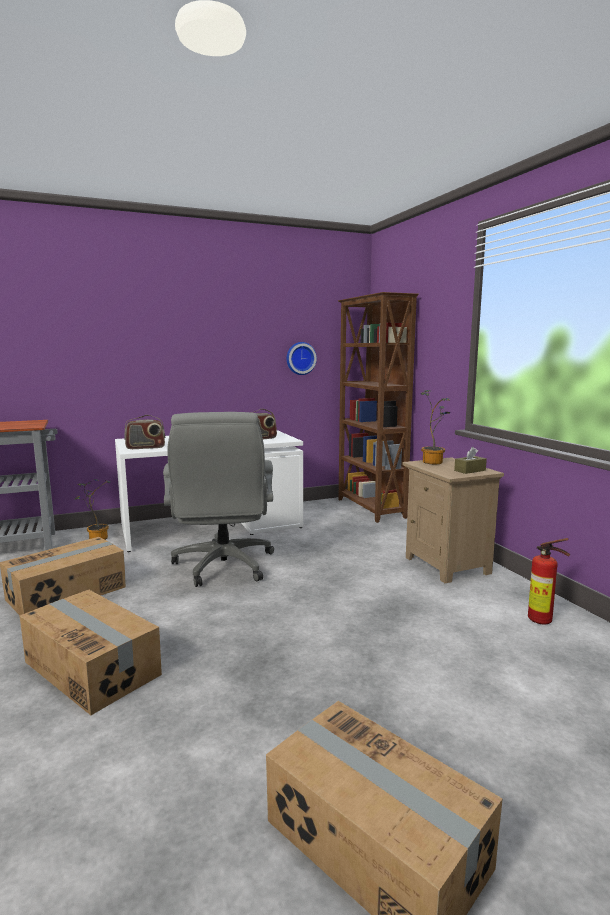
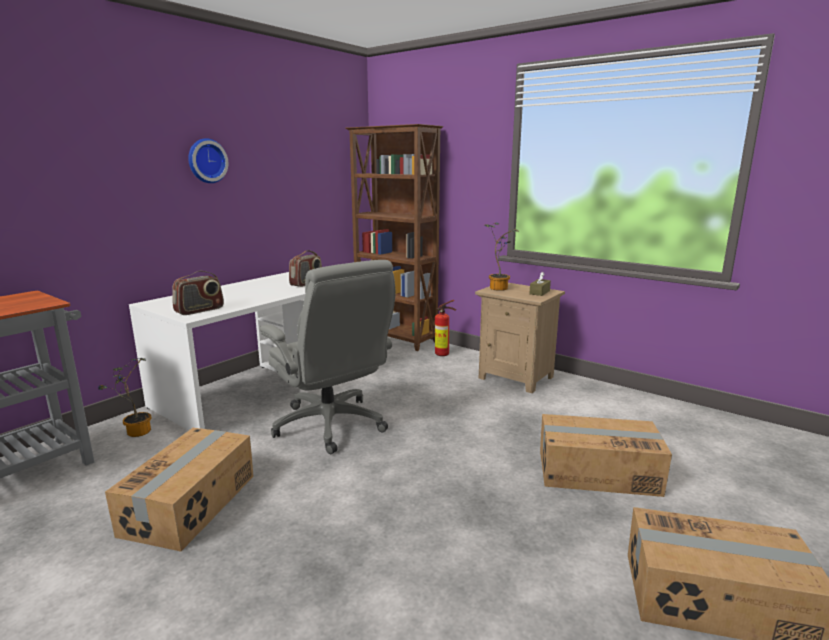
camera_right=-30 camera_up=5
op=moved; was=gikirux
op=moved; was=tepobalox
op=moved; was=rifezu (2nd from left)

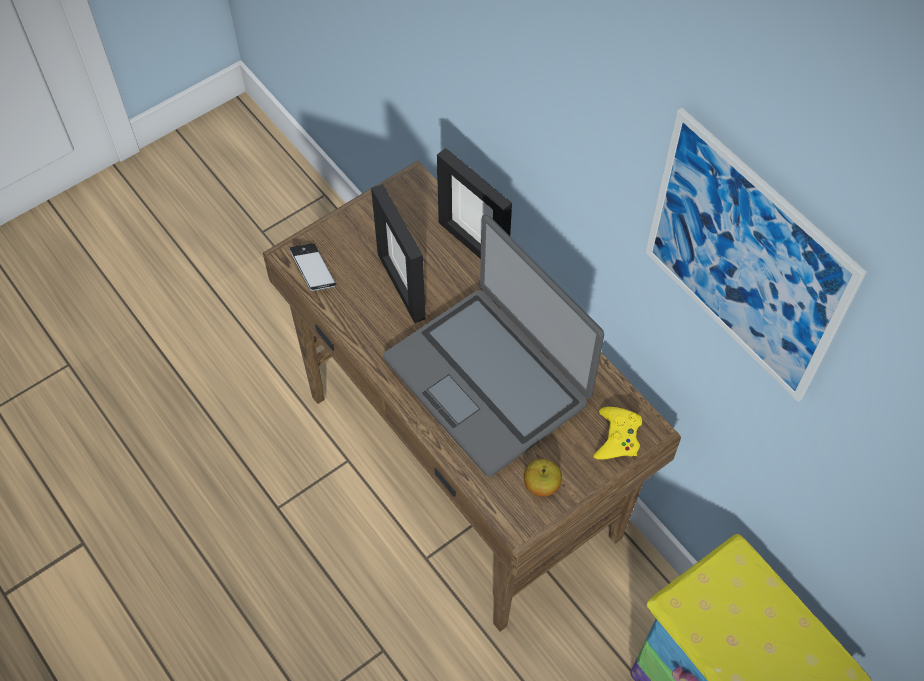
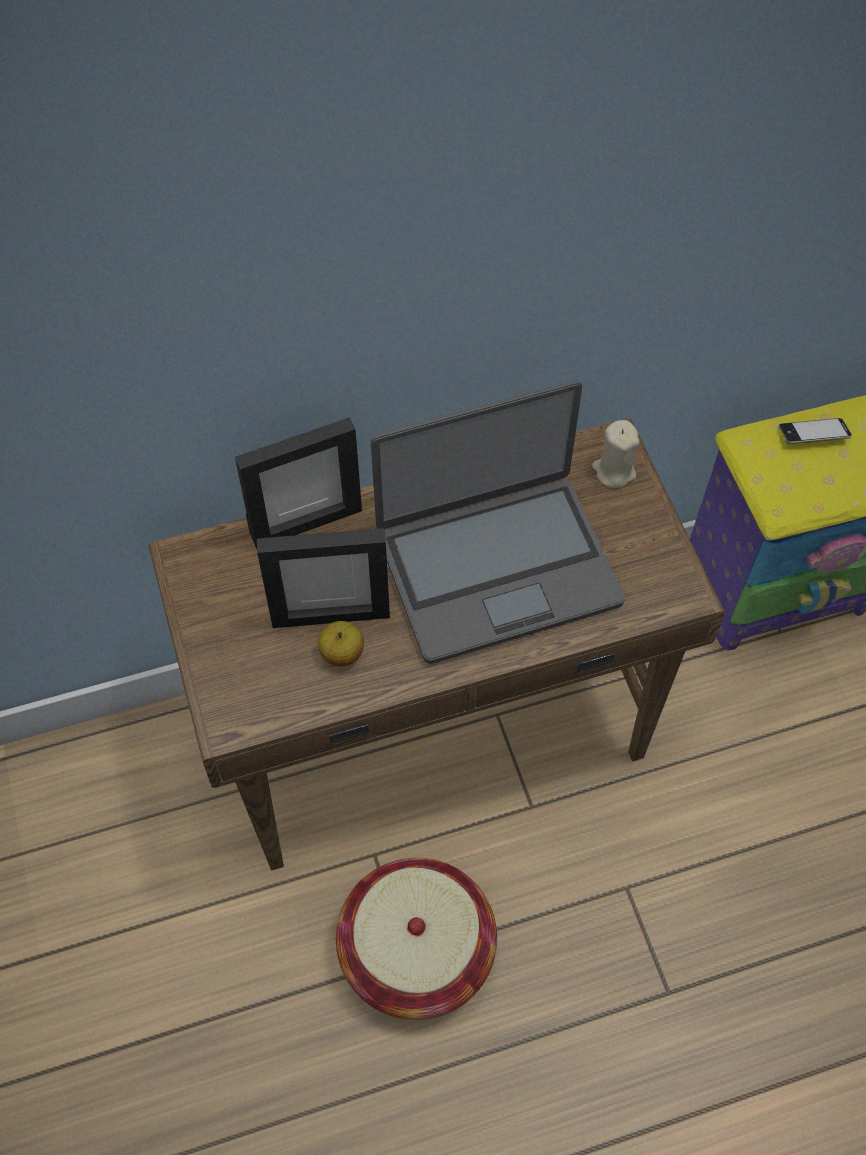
camera_right=-70 camera_up=0
op=moved; was=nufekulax
op=added; now=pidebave
op=replaced; was=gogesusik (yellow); now=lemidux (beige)
op=moved; was=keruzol
op=removed; was=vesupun

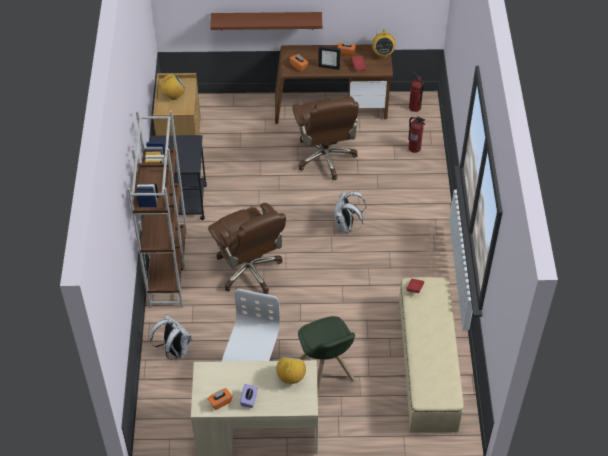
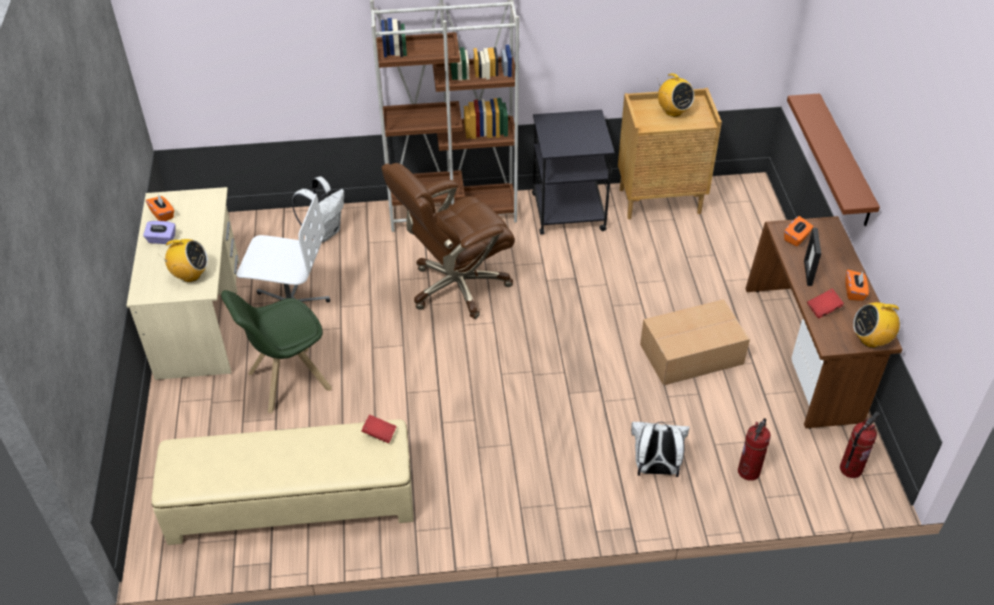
camera_right=85 camera_up=-5
op=moved; was=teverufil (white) (2nd from left)
op=replaced; was=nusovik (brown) (2nd from left); now=rifezu

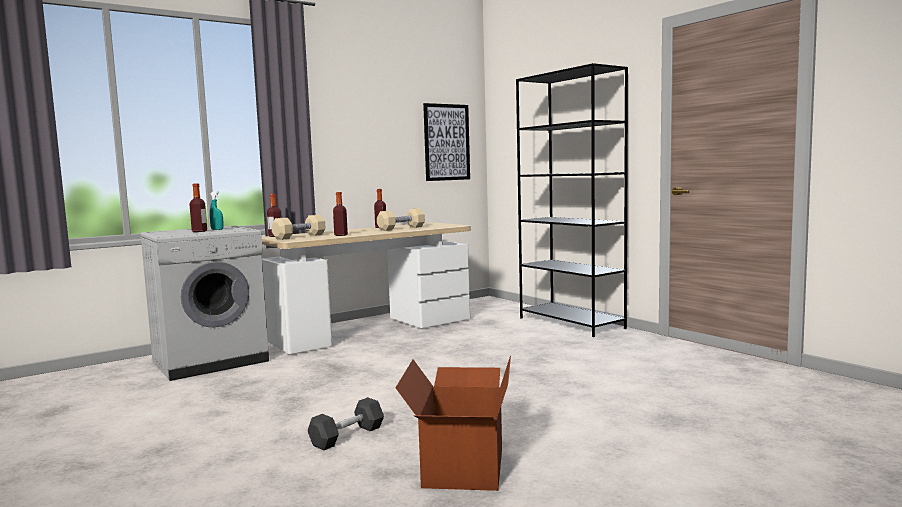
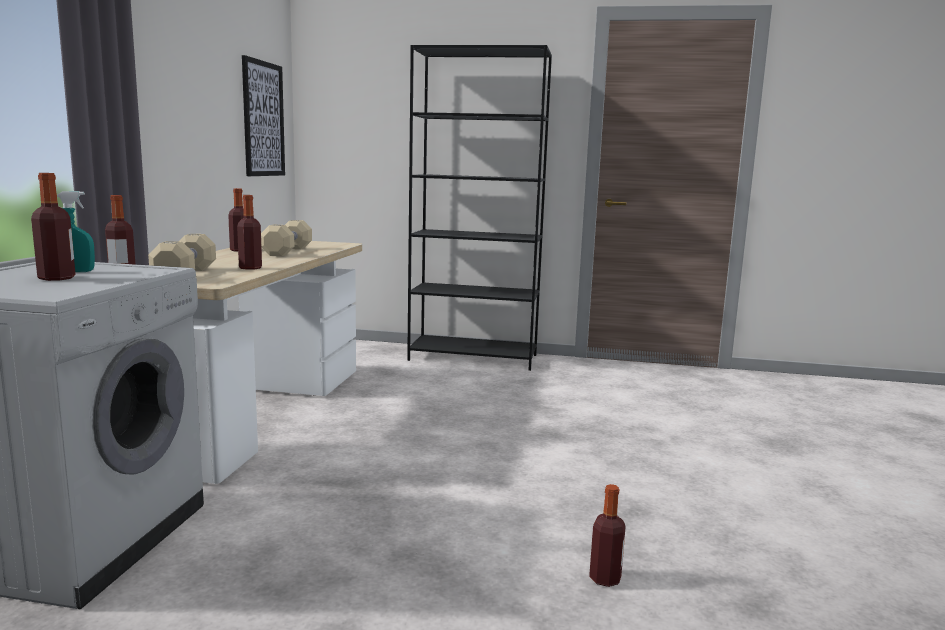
camera_right=-45 camera_up=5
op=replaced; was=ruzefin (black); now=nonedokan (5th from left)
op=removed; was=rifezu

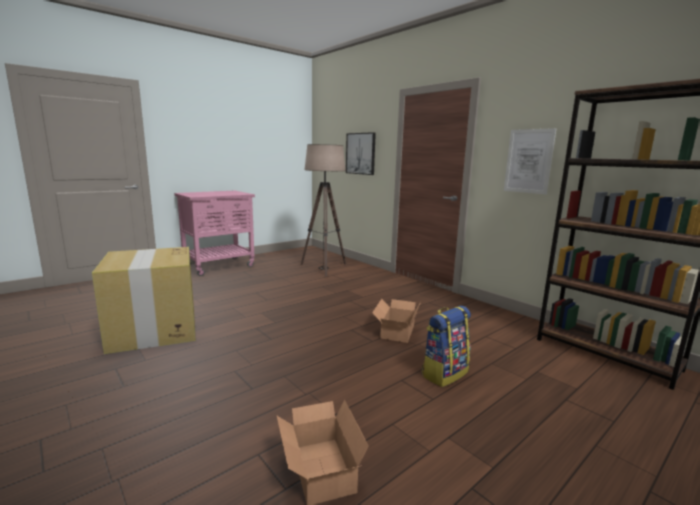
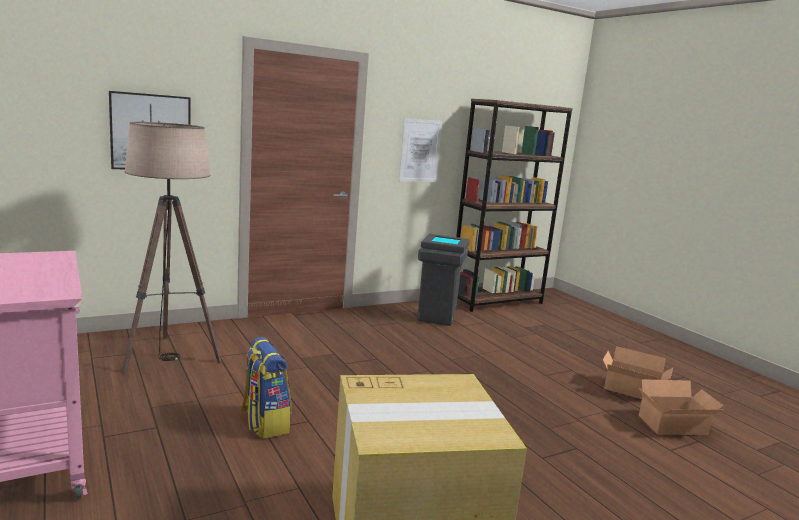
camera_right=-80 camera_up=0
op=moved; was=teverufil
op=added; now=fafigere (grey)
op=moved; was=rifezu (3rd from left in the first image); now=rifezu (2nd from left)

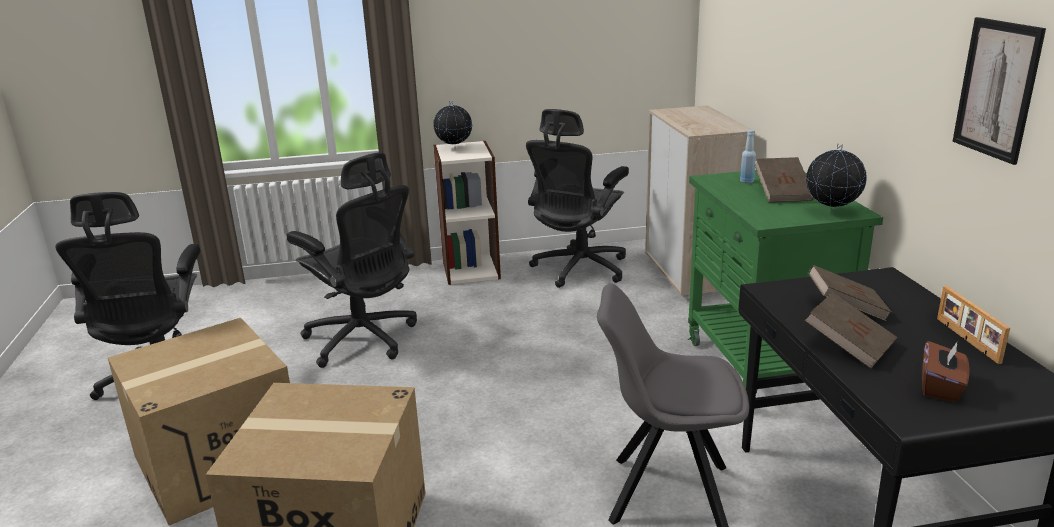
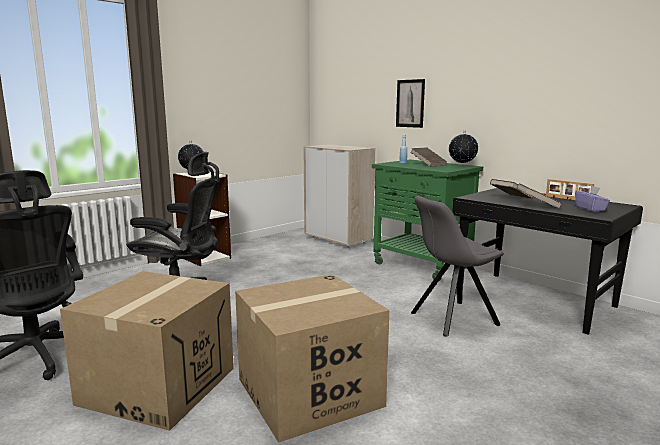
camera_right=-35 camera_up=-10
op=moved; was=vesupun
op=recoloured; was=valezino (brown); now=valezino (purple)
op=removed; was=nusovik (3rd from left)

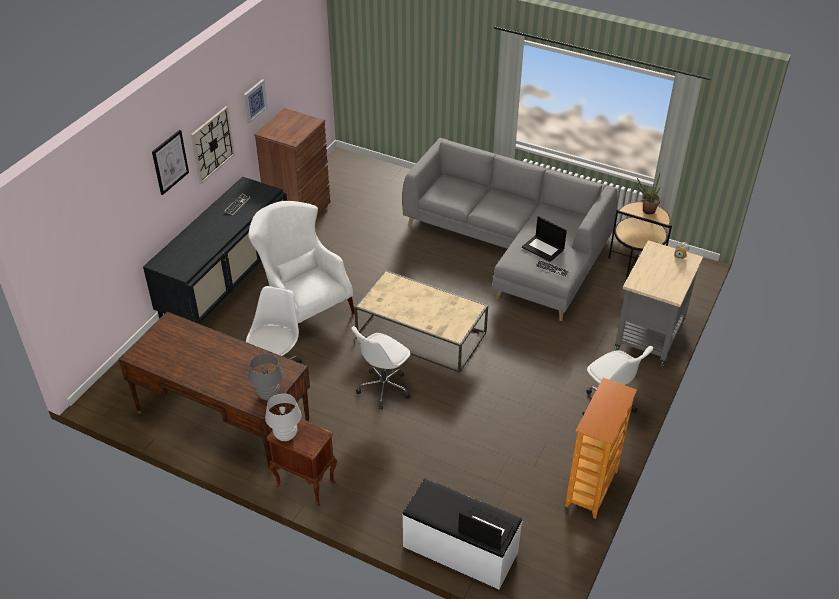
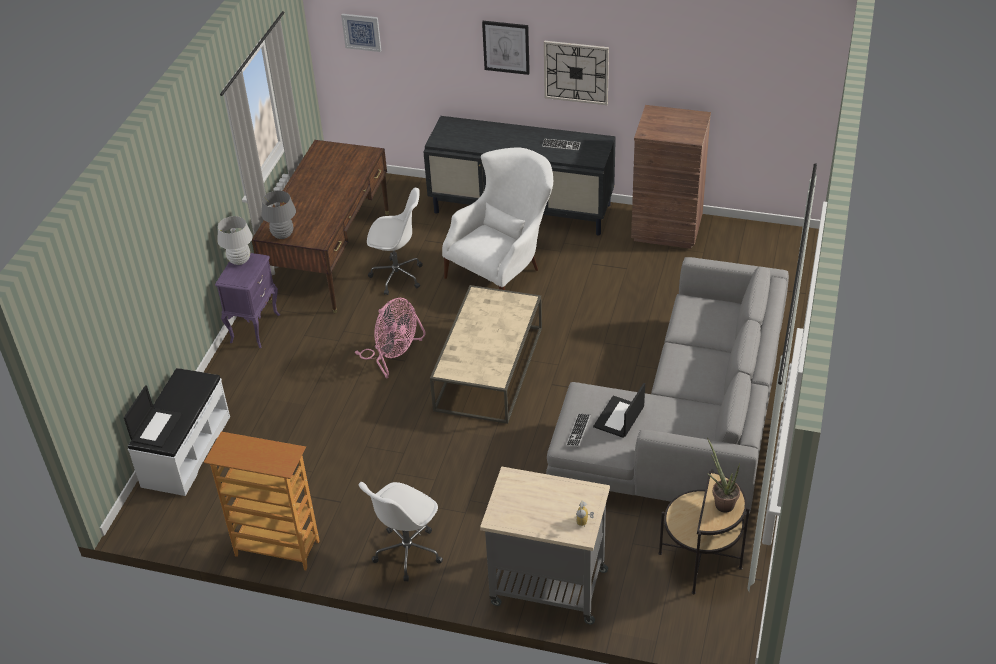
camera_right=80 camera_up=0
op=recoloured; was=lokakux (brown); now=lokakux (purple)
op=moved; was=vesupun (2nd from left in the first image); now=vesupun (1st from left)
op=replaced; was=nusovik (white) (2nd from left); now=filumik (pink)

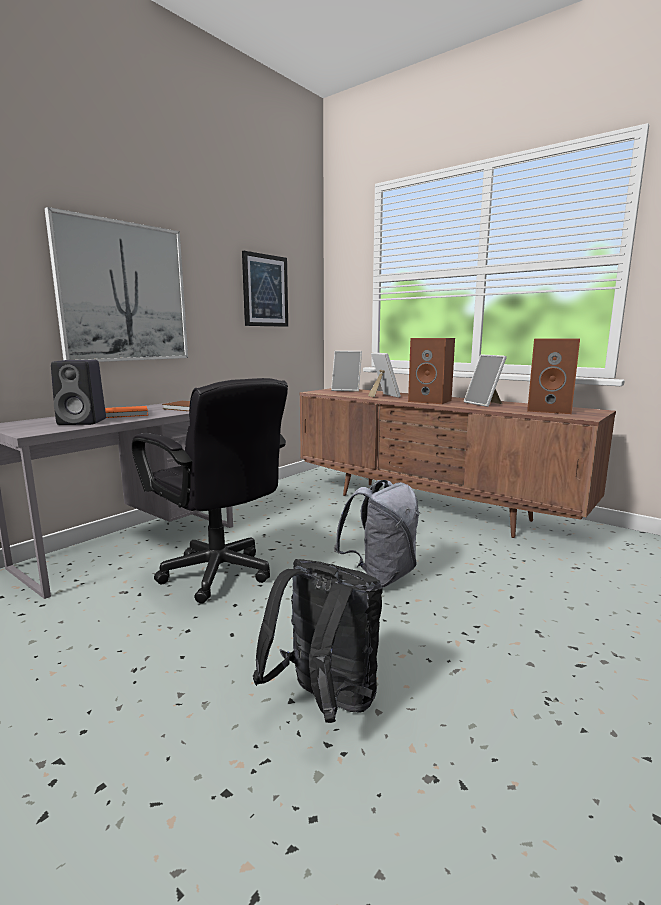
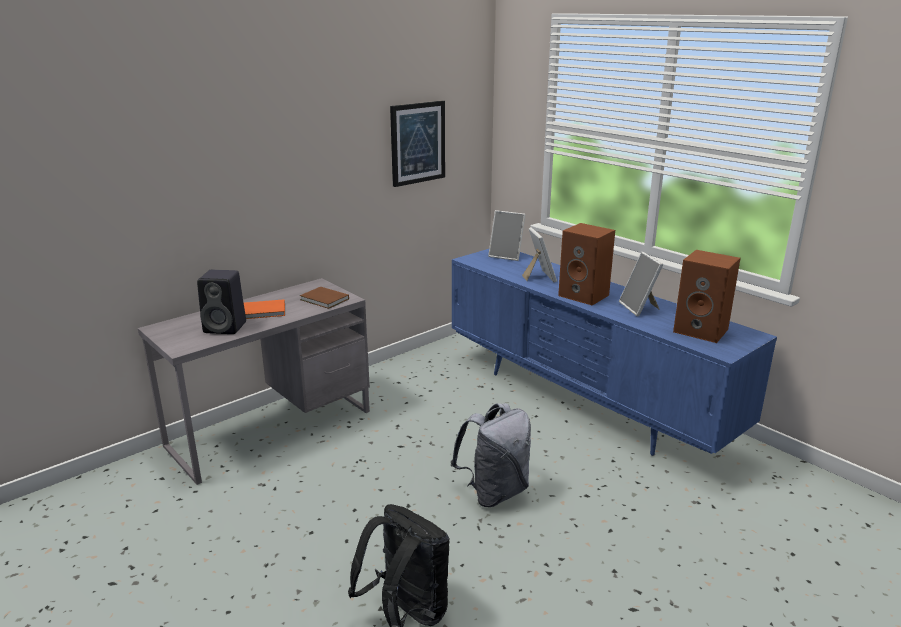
camera_right=10 camera_up=10
op=recoloured; was=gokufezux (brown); now=gokufezux (blue)
op=removed; was=vesupun (1st from left)
op=removed; was=nusovik (black)

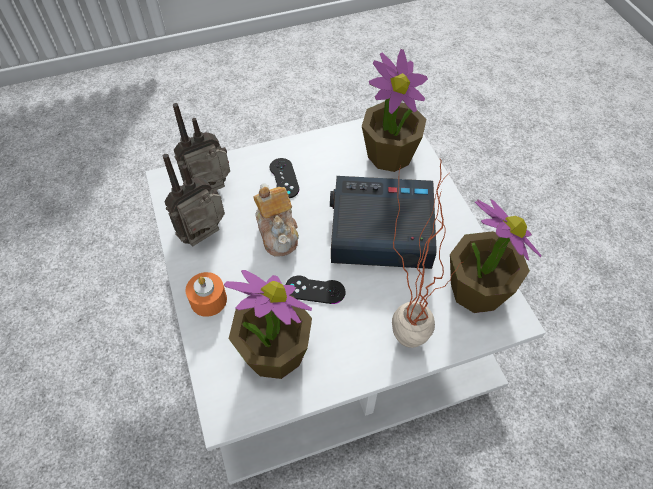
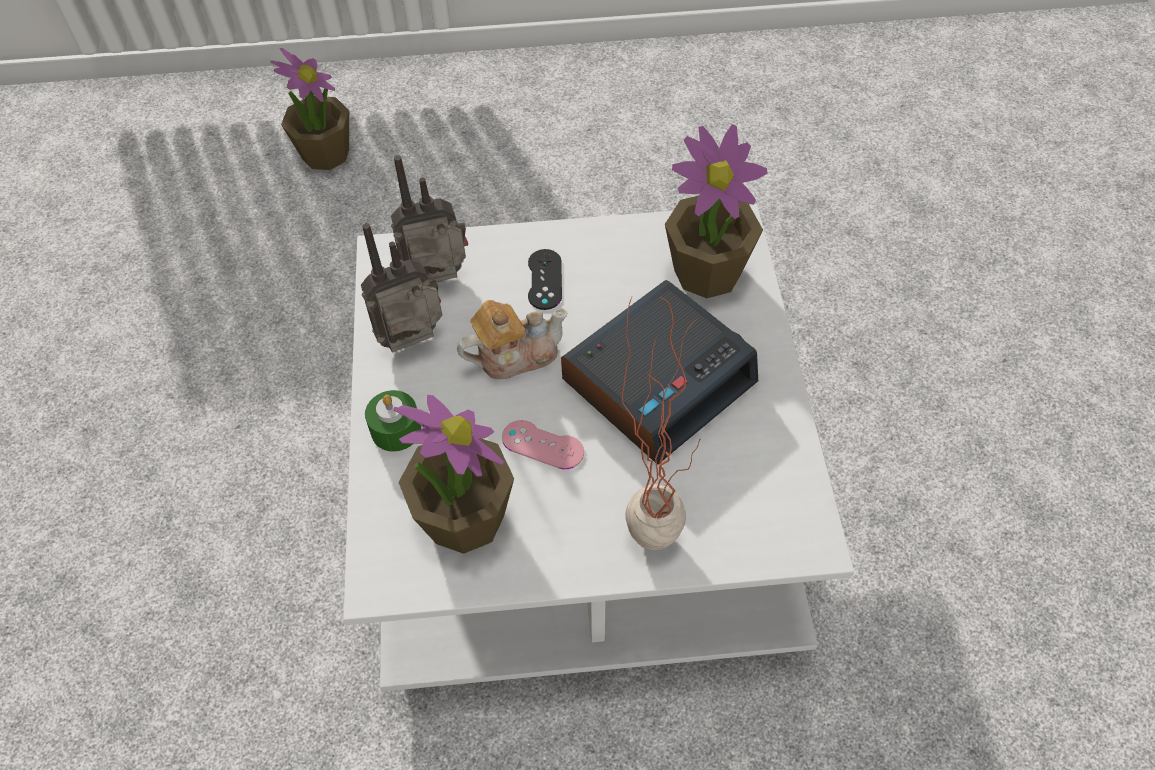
camera_right=15 camera_up=0
op=moved; was=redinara (4th from left in the first image); now=redinara (1st from left)
op=recoloured; was=lemidux (orange); now=lemidux (green)
op=turned; was=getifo; clockwise=-105
op=recoloured; was=gogesusik (black) (2nd from left); now=gogesusik (pink)
op=turned; was=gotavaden; clockwise=120

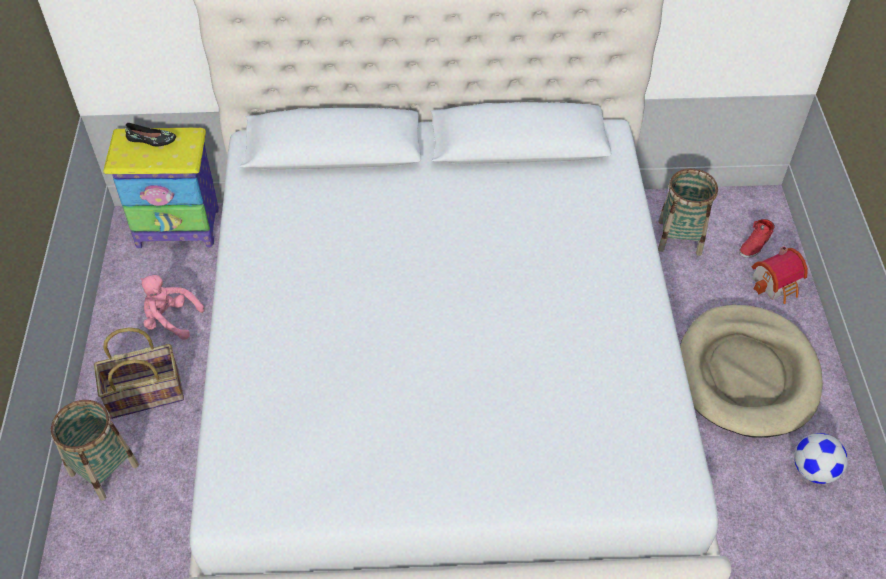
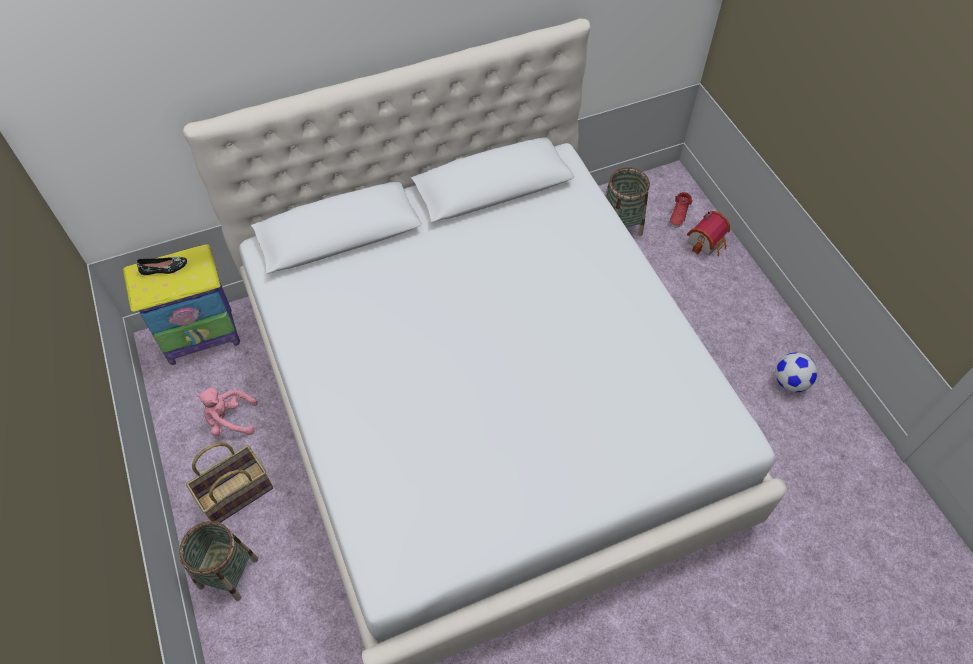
camera_right=-20 camera_up=5
op=removed; was=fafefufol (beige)

